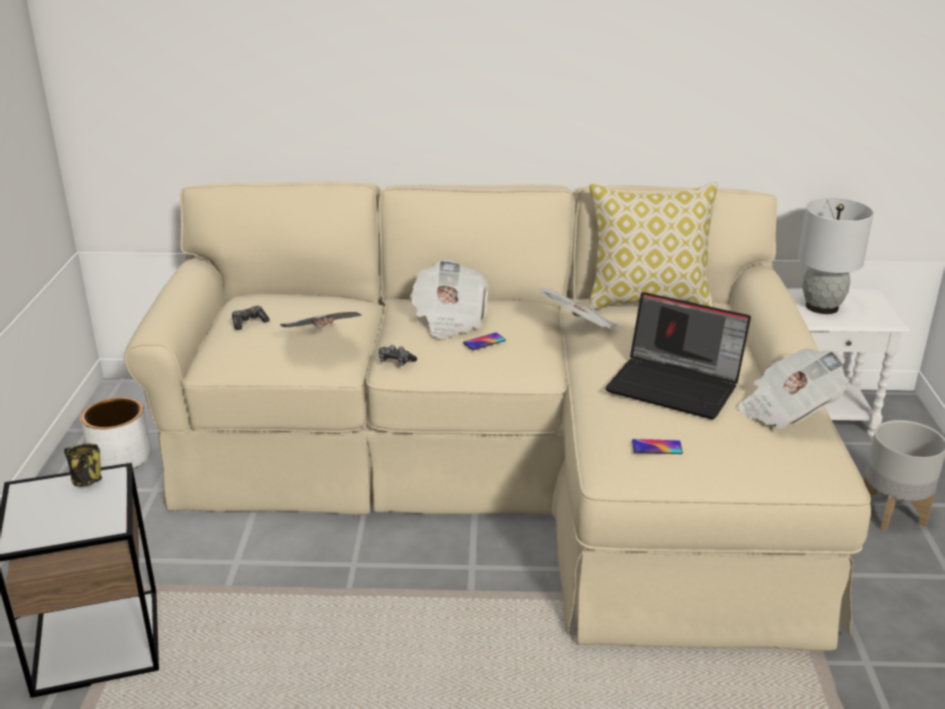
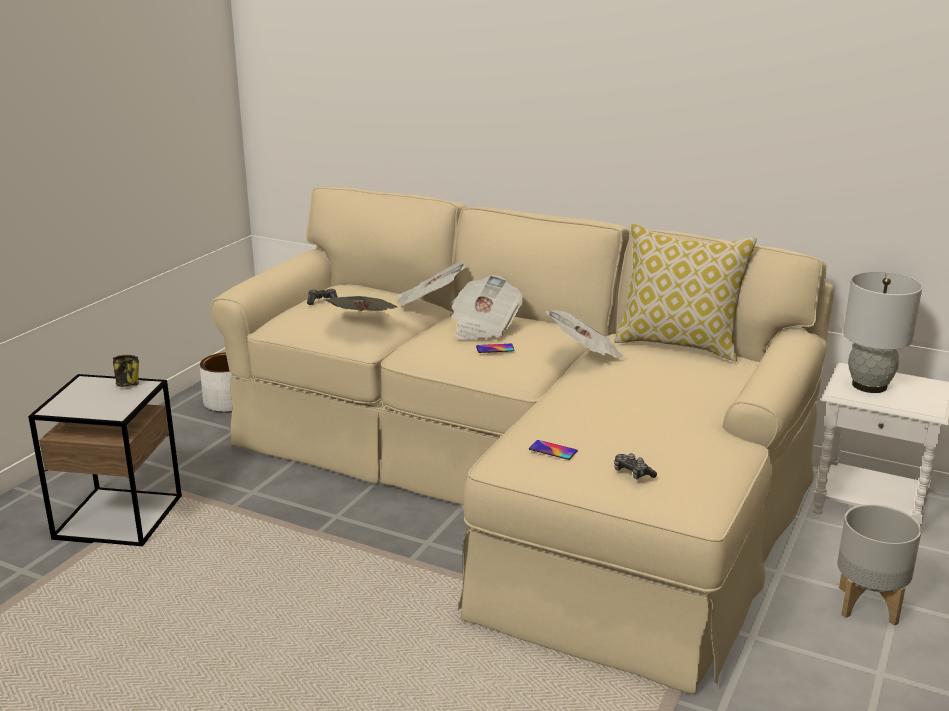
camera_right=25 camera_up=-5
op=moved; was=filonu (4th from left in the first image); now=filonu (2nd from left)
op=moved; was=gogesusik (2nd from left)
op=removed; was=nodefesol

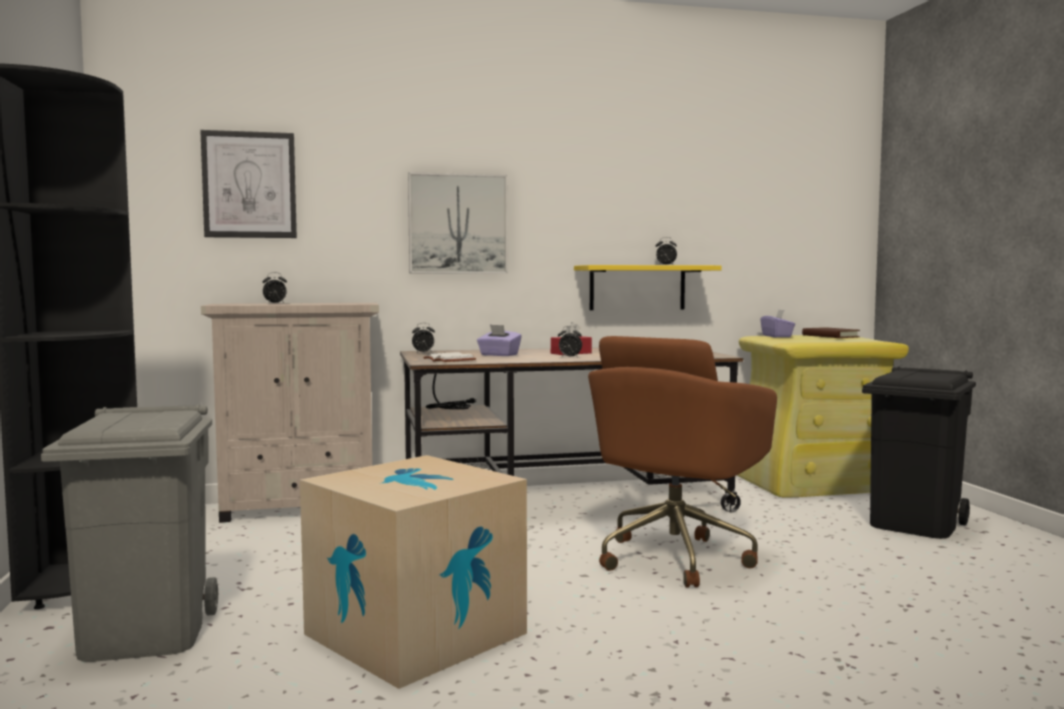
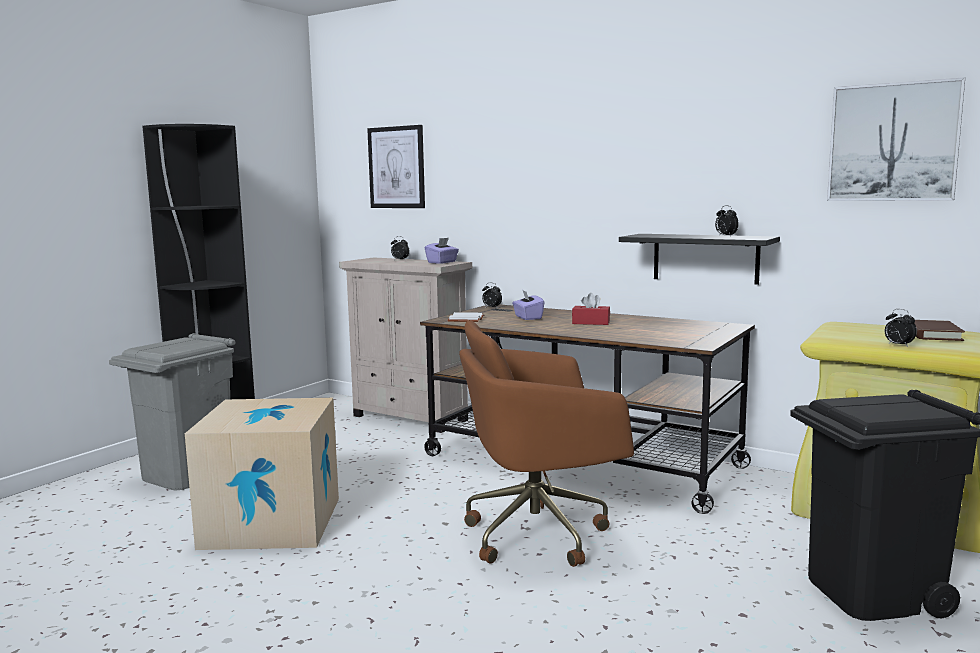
camera_right=45 camera_up=5
op=moved; was=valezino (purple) (2nd from left in the first image); now=valezino (purple) (1st from left)
op=recoloured; was=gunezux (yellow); now=gunezux (black)
op=moved; was=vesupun (2nd from left)
op=moved; was=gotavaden (3rd from left in the first image); now=gotavaden (4th from left)

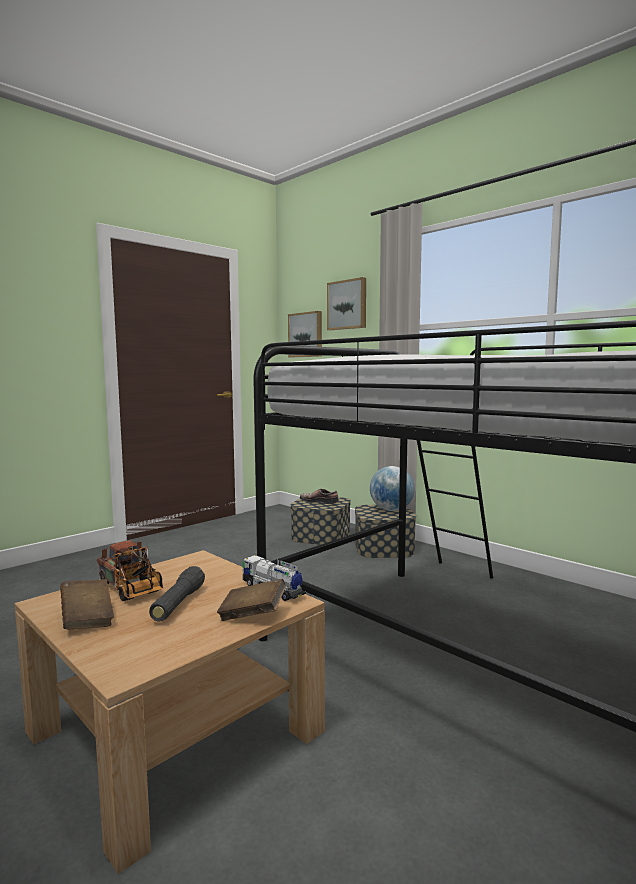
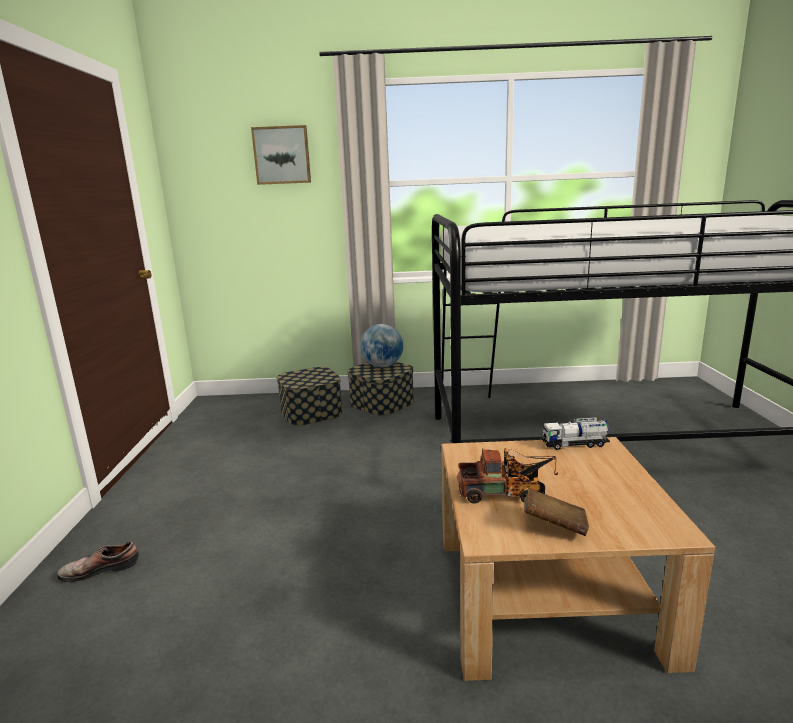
camera_right=-45 camera_up=10
op=moved; was=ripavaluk
op=removed; was=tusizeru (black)
op=removed; was=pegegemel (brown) (2nd from left)
op=removed; was=vesupun (1st from left)

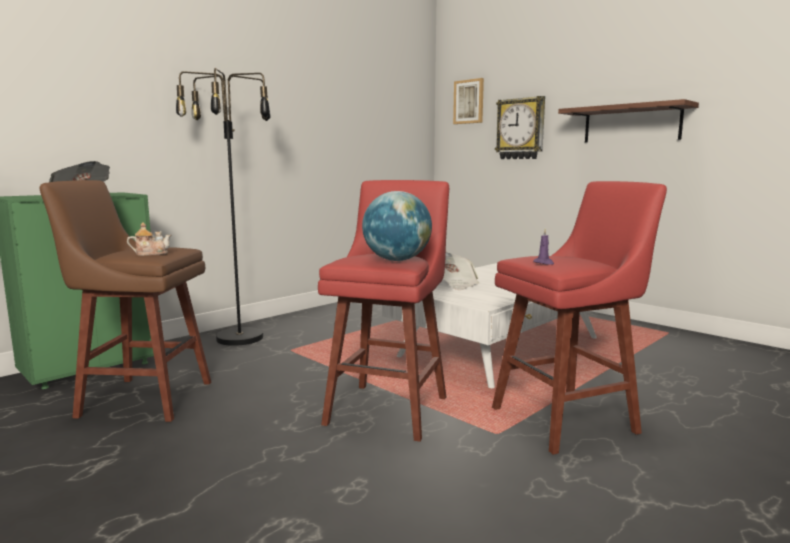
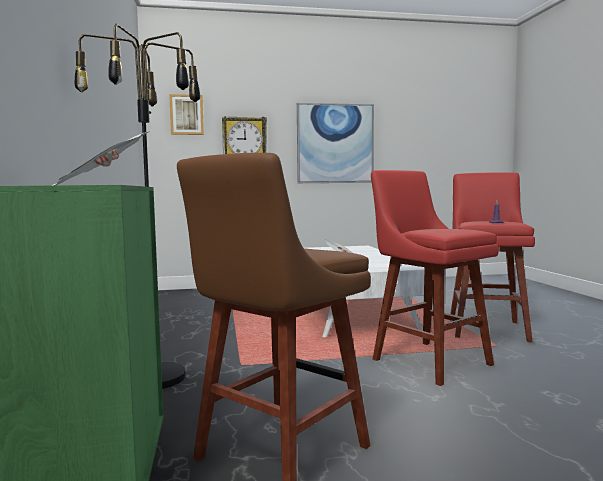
camera_right=-55 camera_up=-5
op=replaced; was=gunezux; now=vesupun (2nd from left)
op=removed; was=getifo
op=removed; was=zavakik

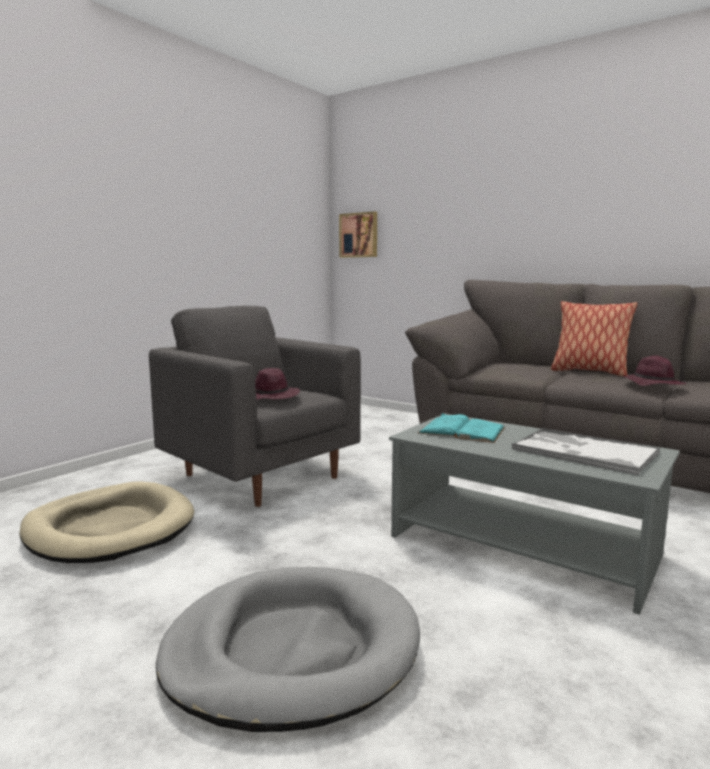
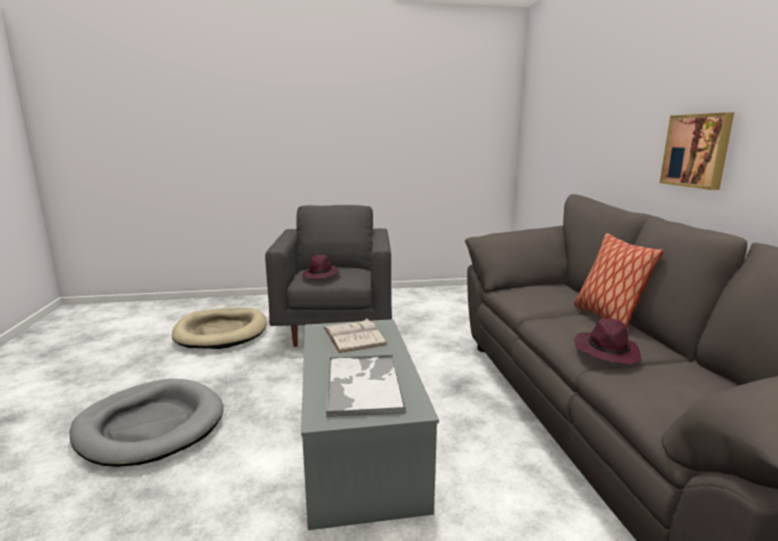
camera_right=45 camera_up=5
op=recoloured; was=pegegemel (turquoise); now=pegegemel (white)
op=moved; was=vesupun

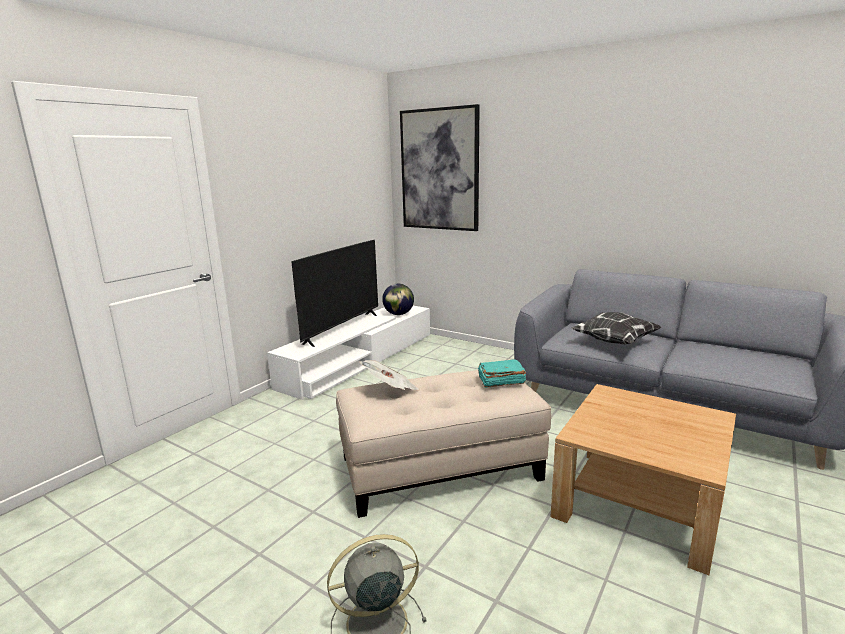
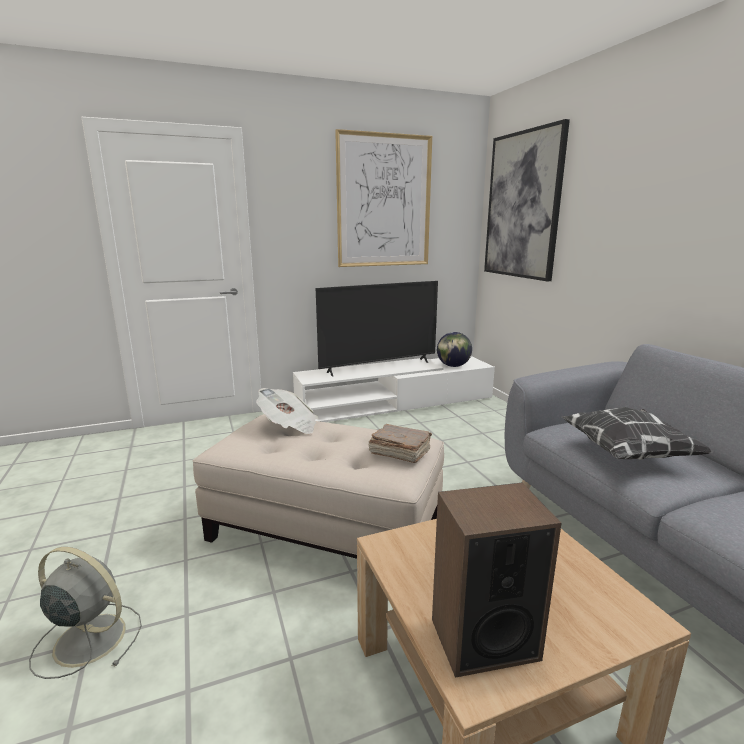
camera_right=35 camera_up=0
op=added; now=vesupun (1st from left)
op=recoloured; was=pegegemel (turquoise); now=pegegemel (brown)
op=added; now=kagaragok

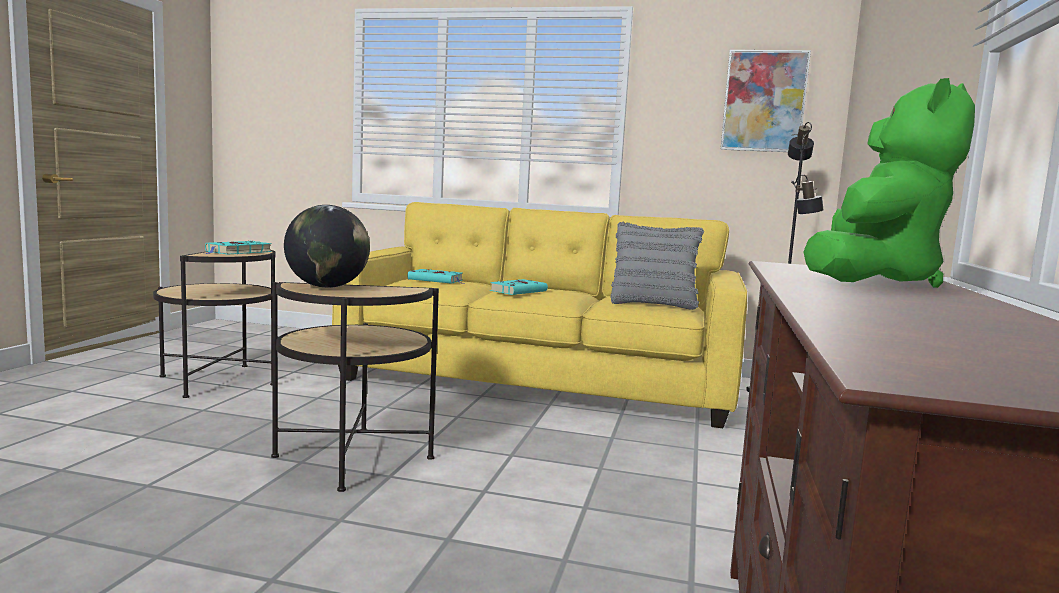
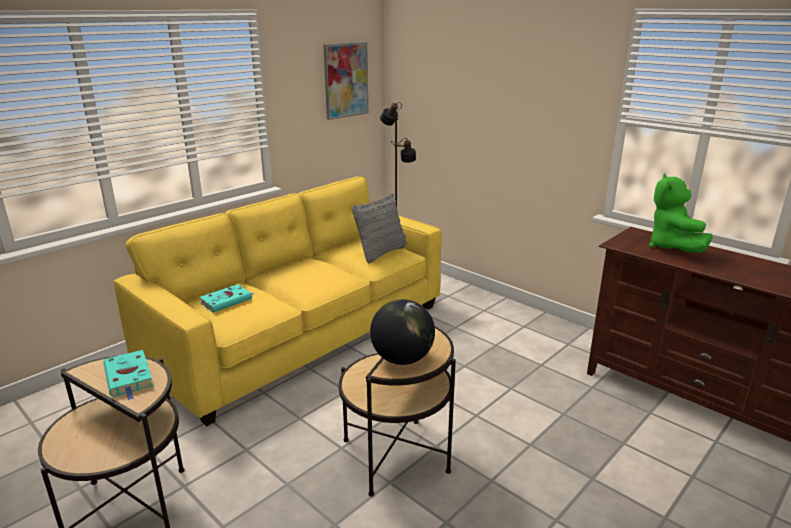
camera_right=-60 camera_up=15
op=turned; was=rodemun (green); clockwise=-150
op=removed; was=pegegemel (turquoise) (3rd from left)

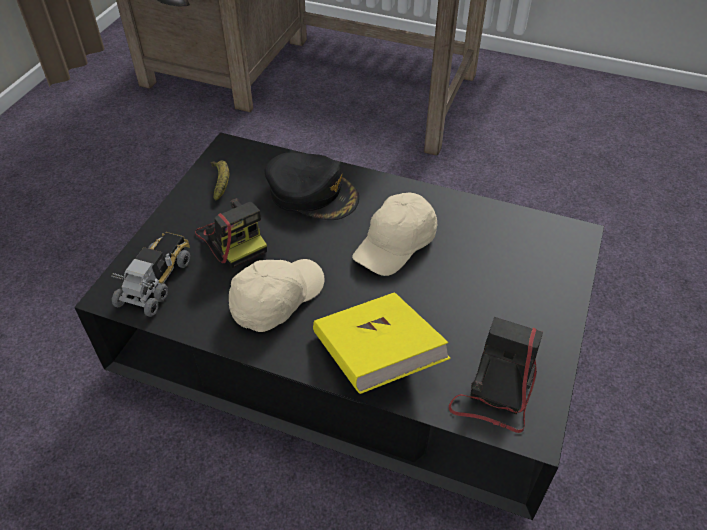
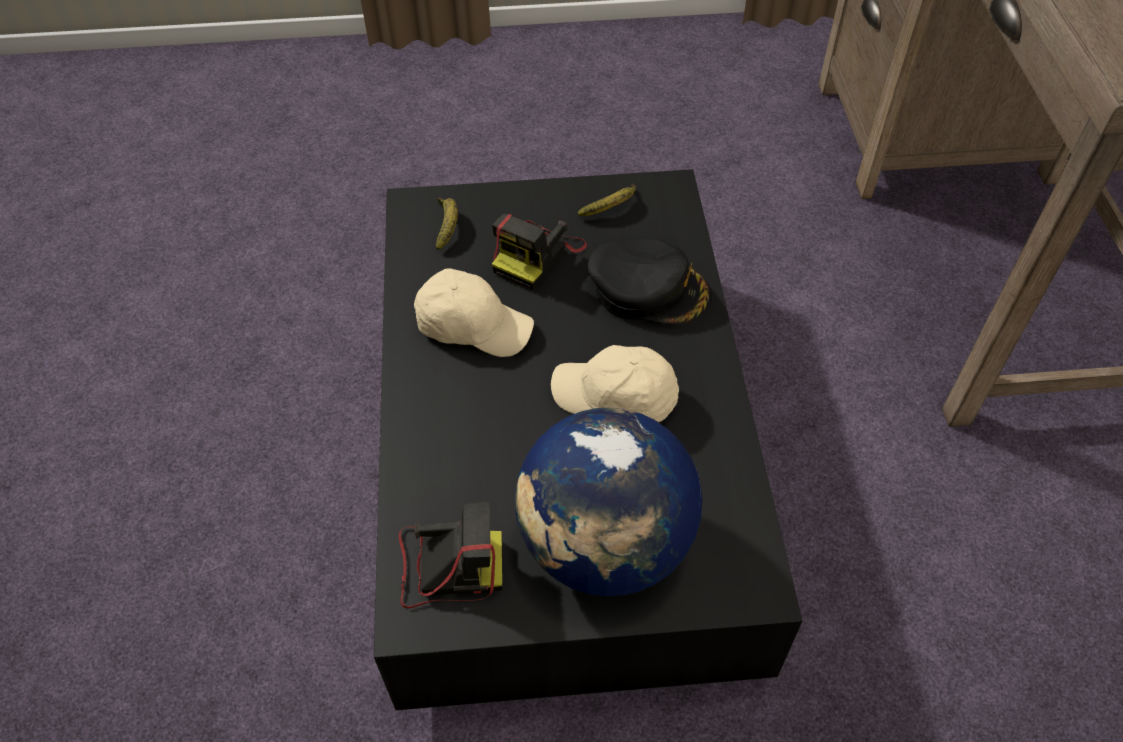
camera_right=65 camera_up=5
op=replaced; was=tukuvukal; now=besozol (1st from left)
op=added; now=zavakik
op=turned; was=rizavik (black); clockwise=-75
op=removed; was=pegegemel (yellow)

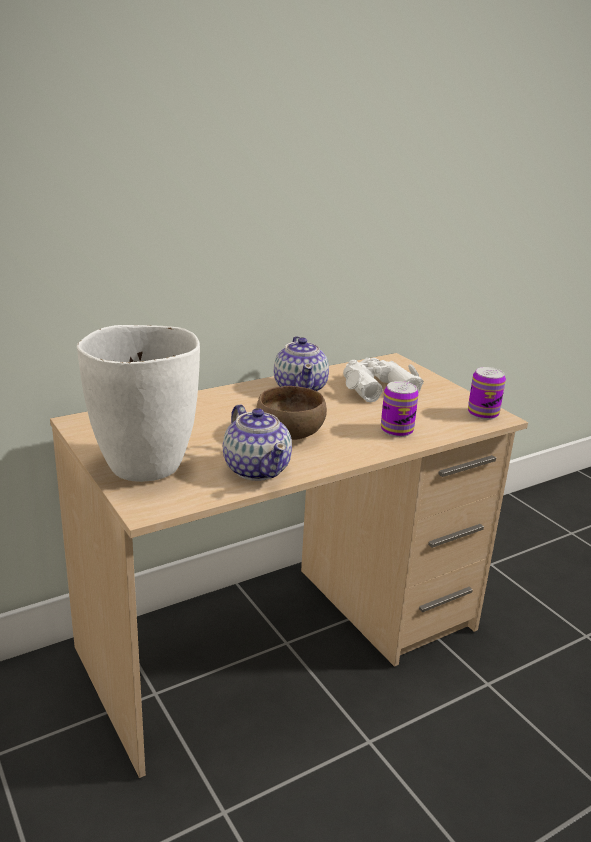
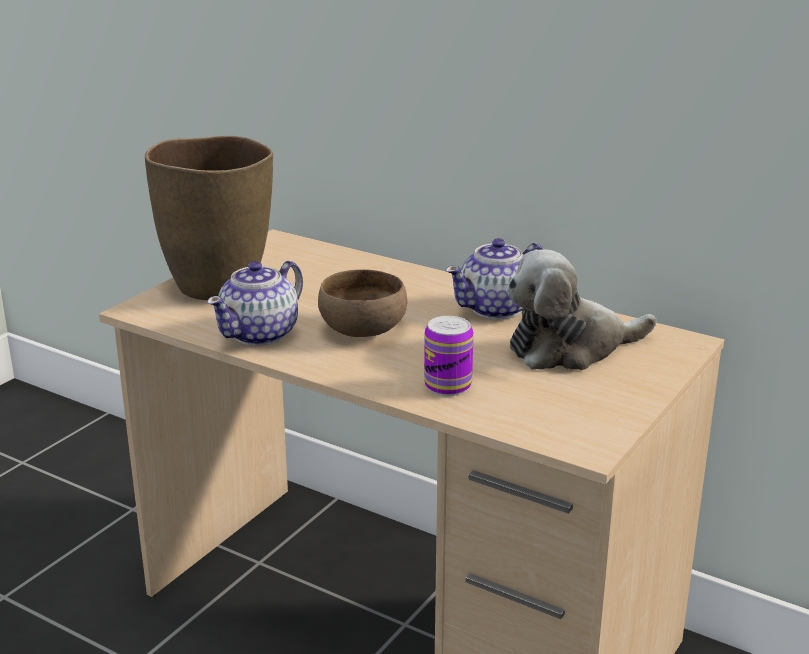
camera_right=65 camera_up=0
op=recoloured; was=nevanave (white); now=nevanave (brown)
op=replaced; was=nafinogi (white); now=rodemun
op=removed; was=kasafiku (2nd from left)

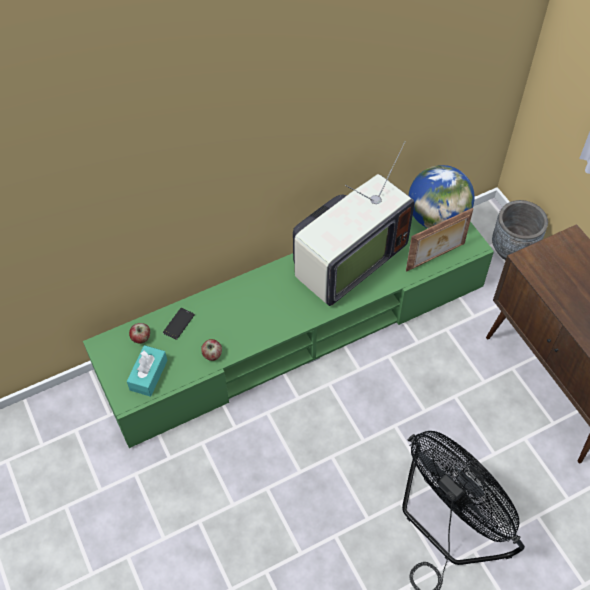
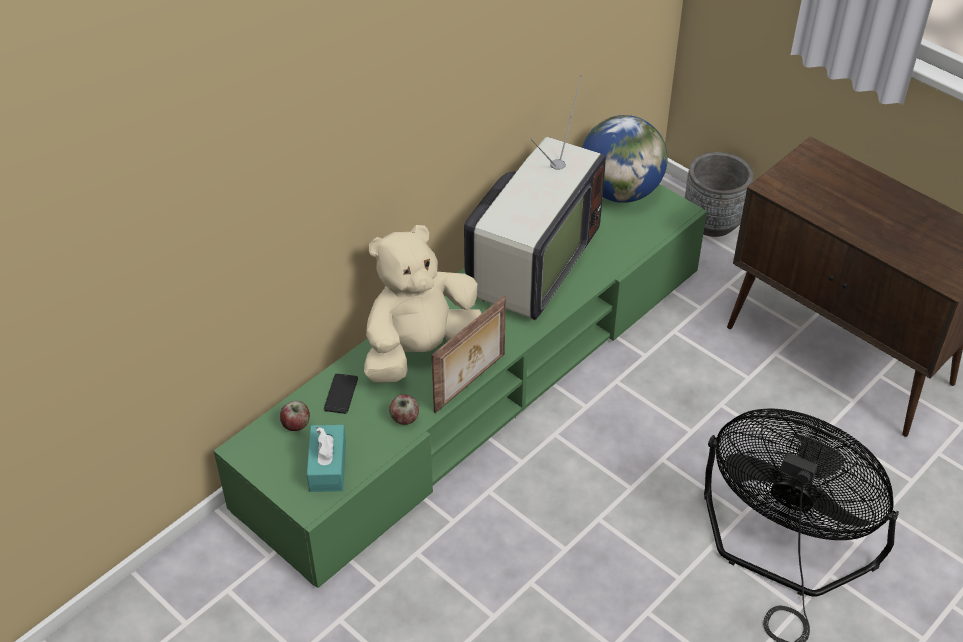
camera_right=-20 camera_up=-10
op=added; now=rodemun (beige)
op=moved; was=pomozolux

